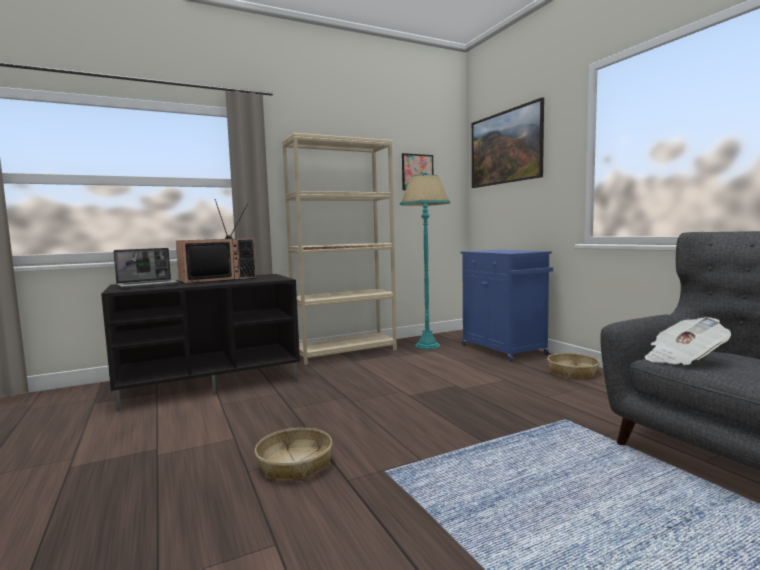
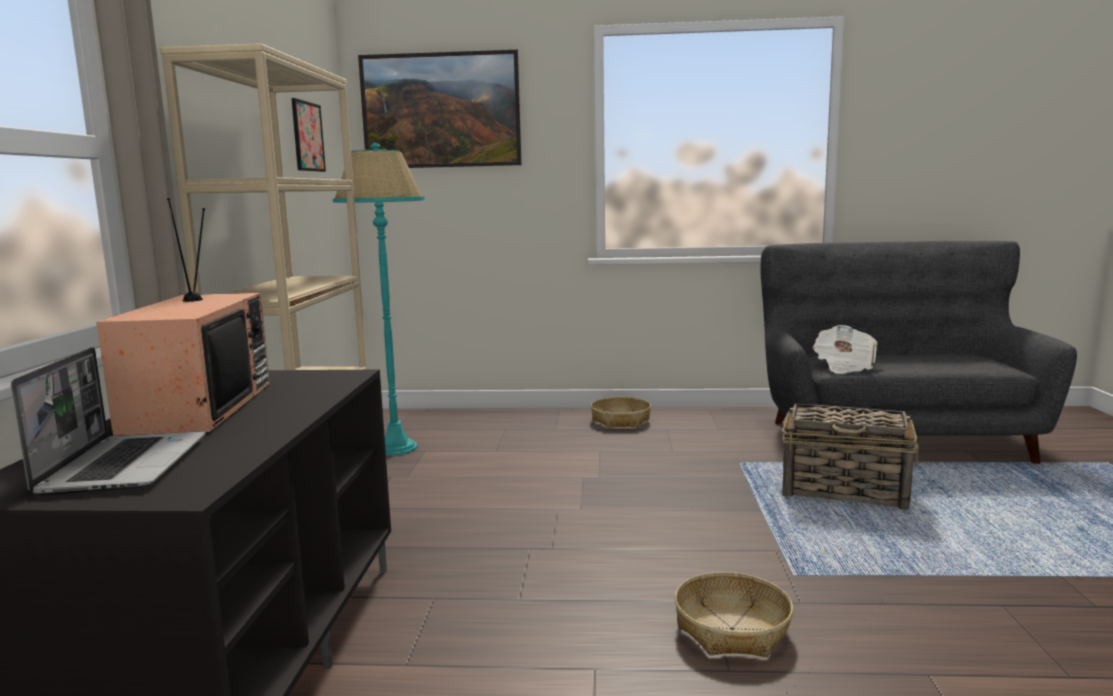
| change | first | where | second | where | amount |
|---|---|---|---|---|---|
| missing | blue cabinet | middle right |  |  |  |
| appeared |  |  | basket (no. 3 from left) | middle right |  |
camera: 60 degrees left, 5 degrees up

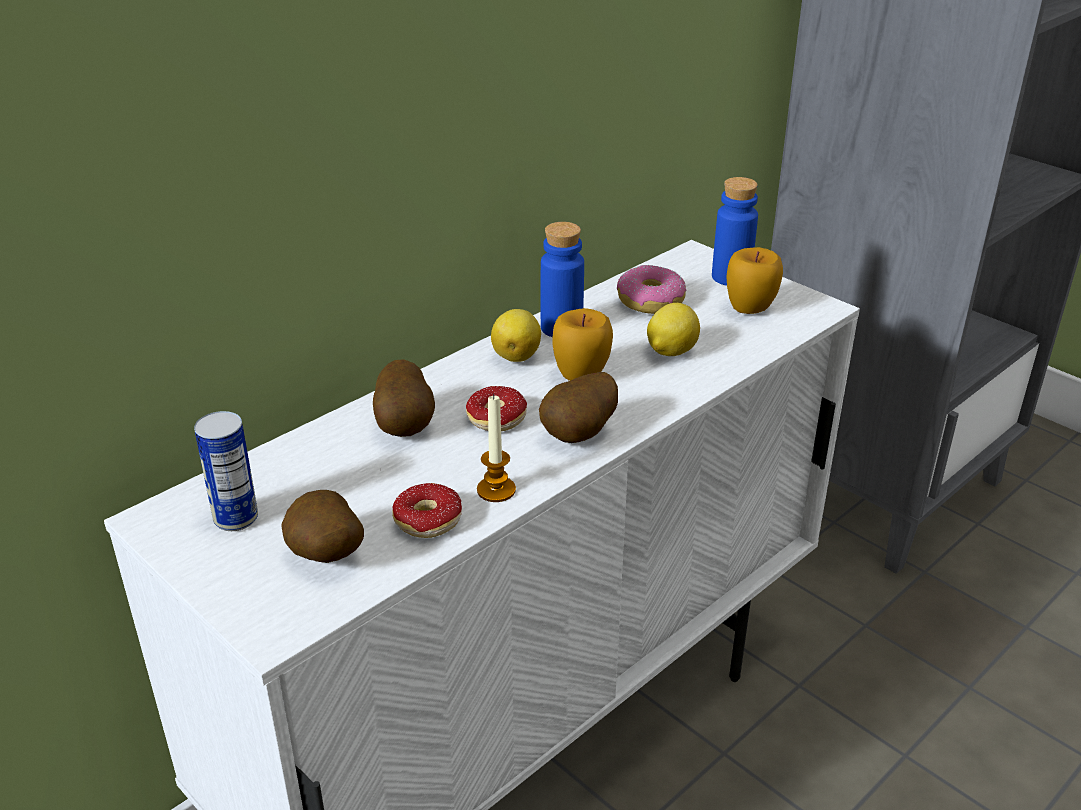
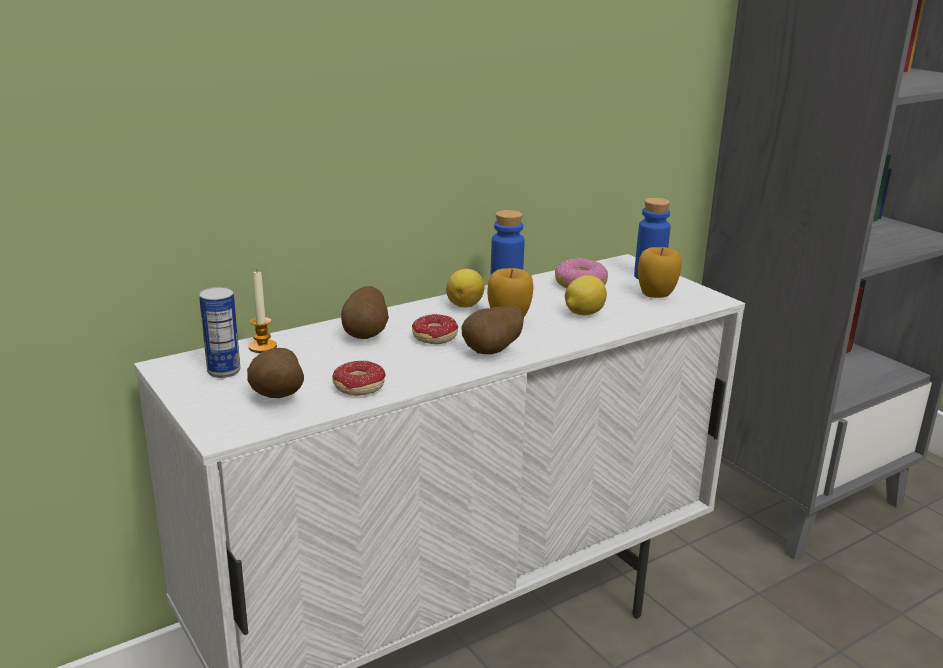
| change | first | where | second | where | amount |
|---|---|---|---|---|---|
| relocated | candle | centre |  | middle left |  |
camera: 10 degrees right, 10 degrees down

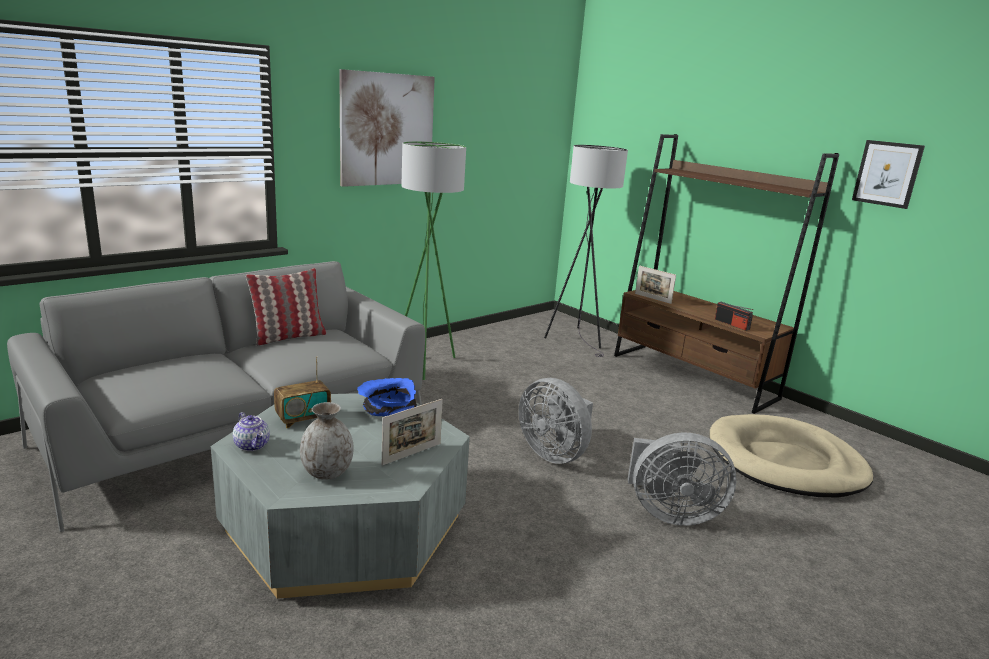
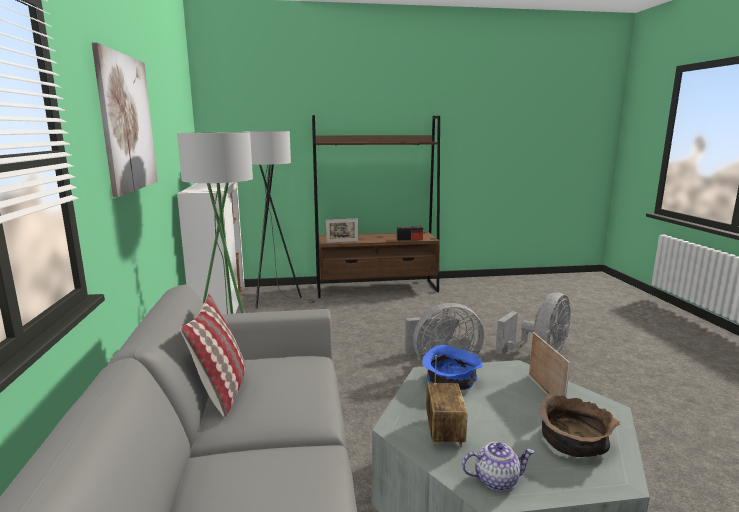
| change | first | where | second | where | amount |
|---|---|---|---|---|---|
| missing | picture (no. 2 from left) | top right |  |  |  |
| exchanged | grey vase | bottom left | brown bowl | bottom right |  |
| missing | beige dog bed | bottom right |  |  |  |
| appeared |  |  | white cabinet | middle left |  |
camera: 55 degrees left, 5 degrees down

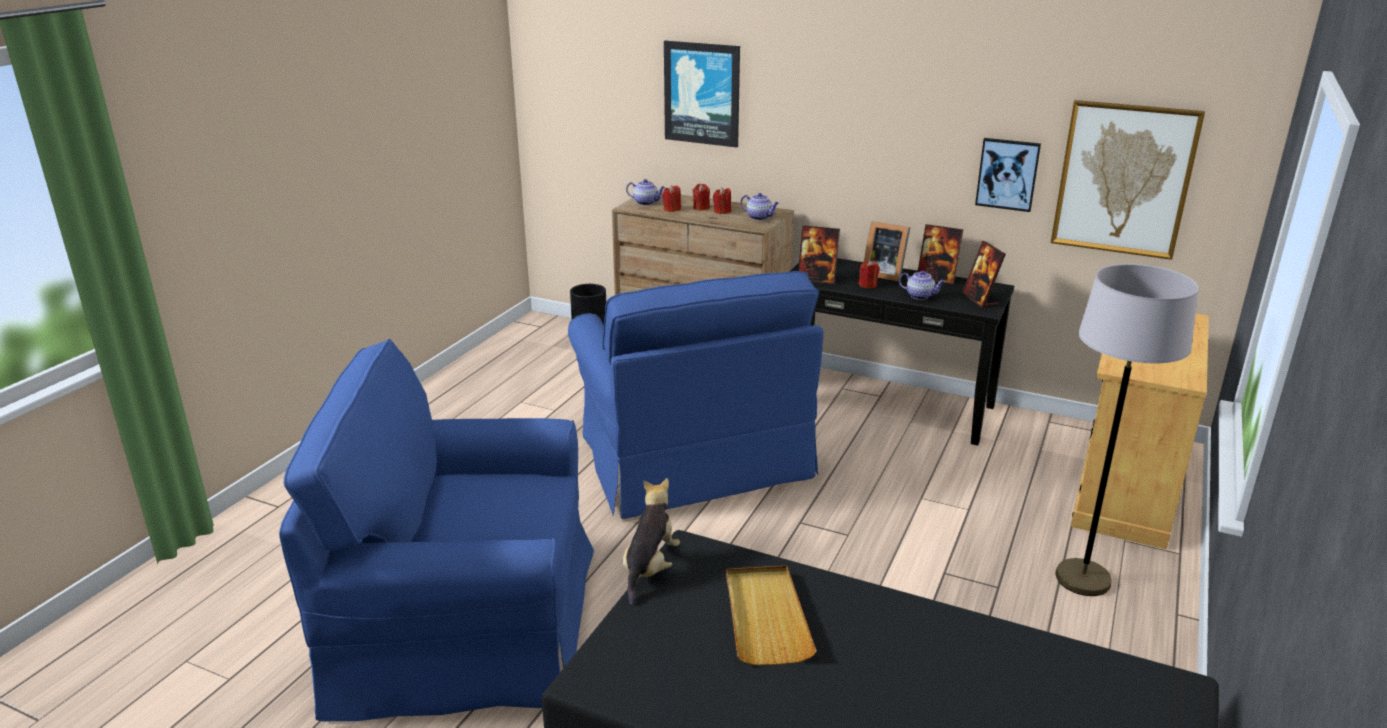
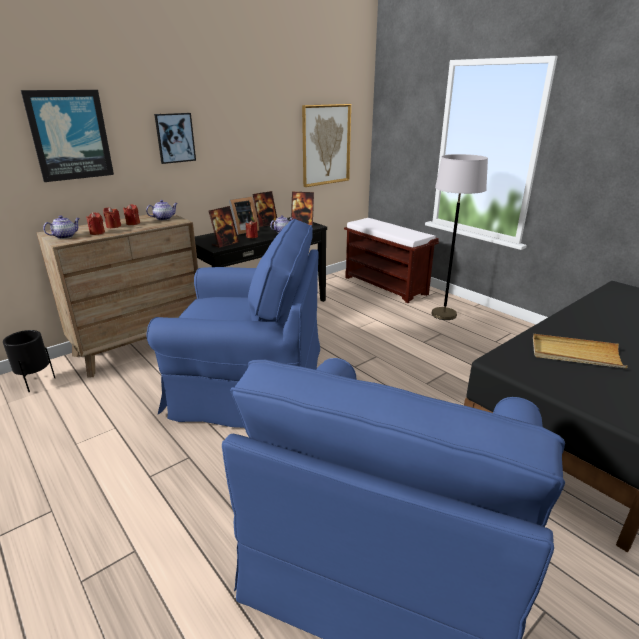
| change | first | where | second | where | amount |
|---|---|---|---|---|---|
| relocated | picture (no. 2 from left) | top right |  | top left |  |
| exchanged | beige cabinet | middle right | brown bench | centre |  |
| missing | plush toy | bottom centre |  |  |  |
camera: 65 degrees left, 0 degrees up

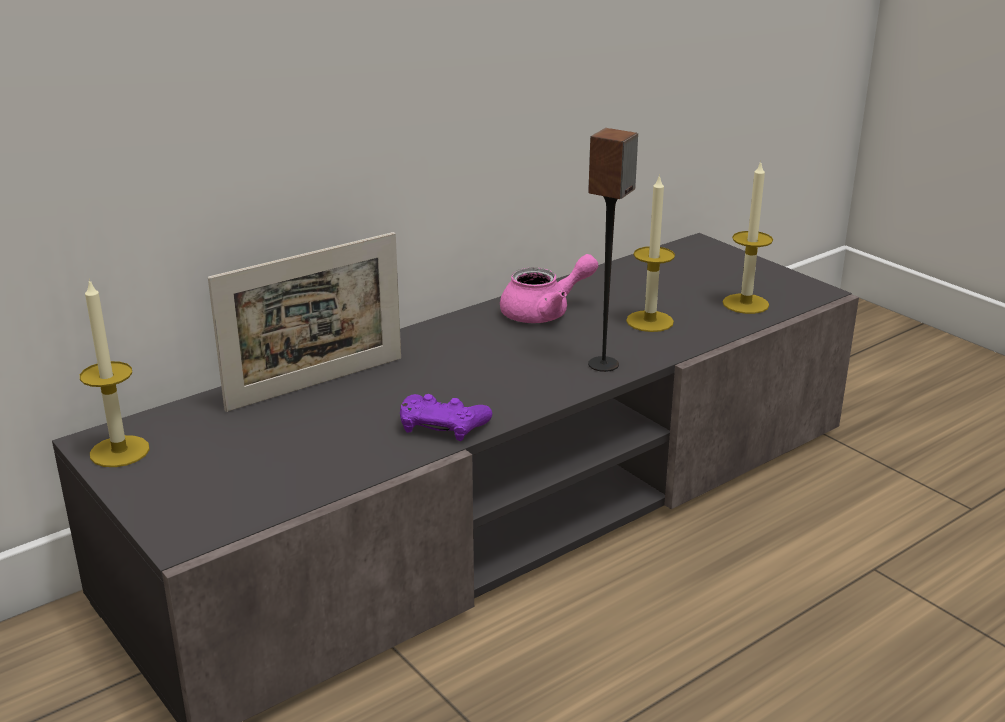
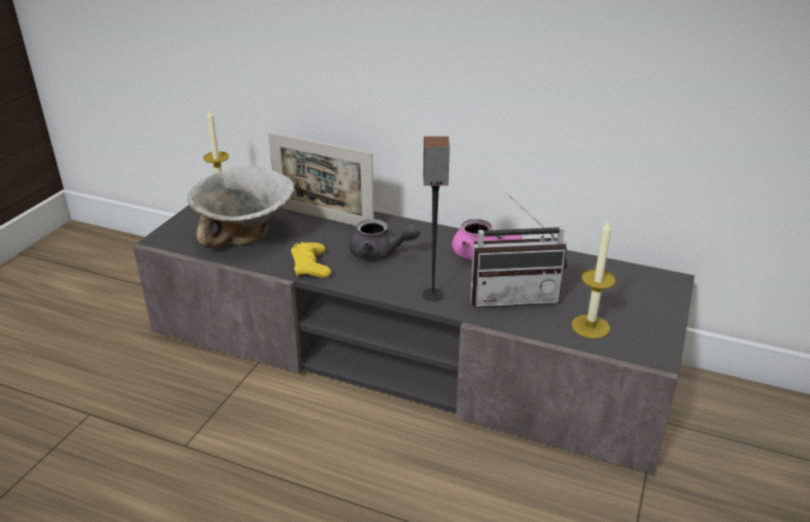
| change | first | where | second | where | amount |
|---|---|---|---|---|---|
| exchanged | candle (no. 2 from left) | centre | radio | centre |  |
| colour | purple game controller | centre | yellow game controller | centre |  |
| appeared |  |  | bowl | middle left |  |
| appeared |  |  | grey teapot | centre |  |
camera: 60 degrees right, 5 degrees up

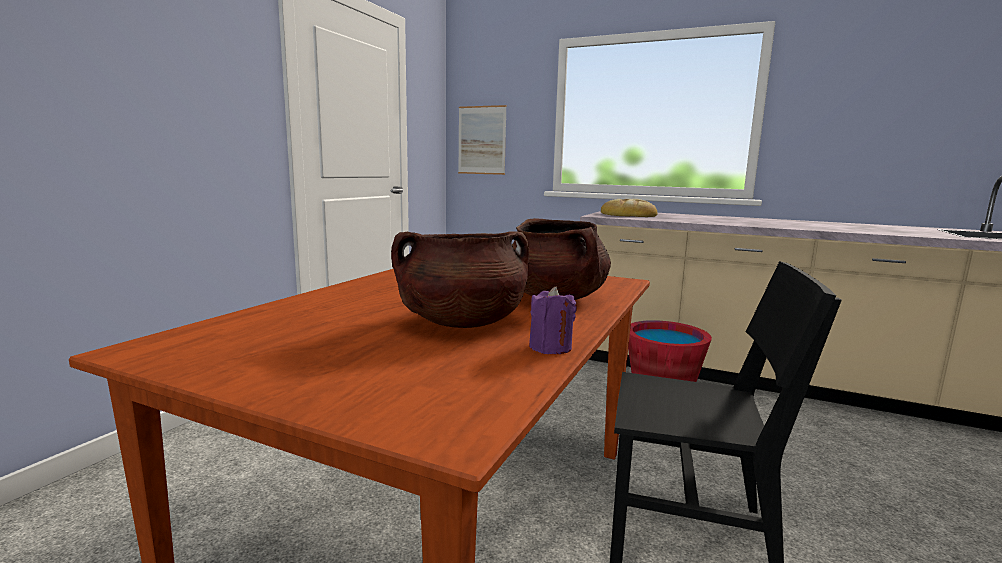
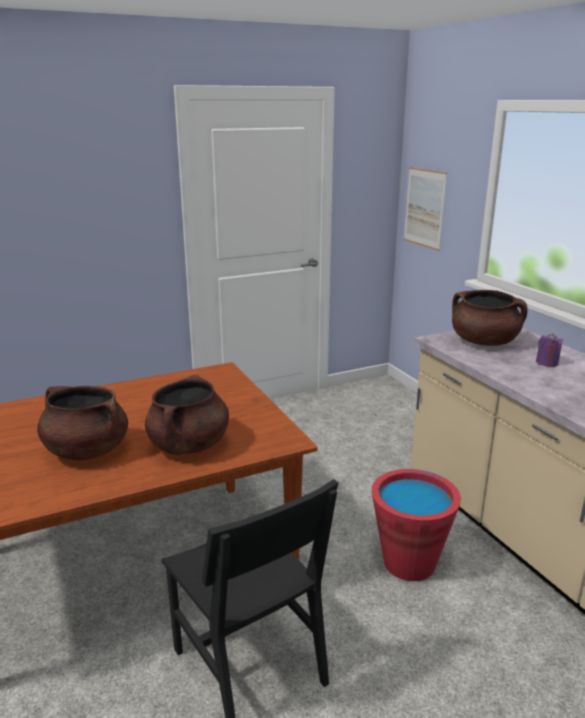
| change | first | where | second | where | amount |
|---|---|---|---|---|---|
| exchanged | bread | centre | brown cooking pot (no. 3 from left) | middle right |  |
| relocated | purple candle | centre |  | middle right |  |
camera: 40 degrees right, 10 degrees up

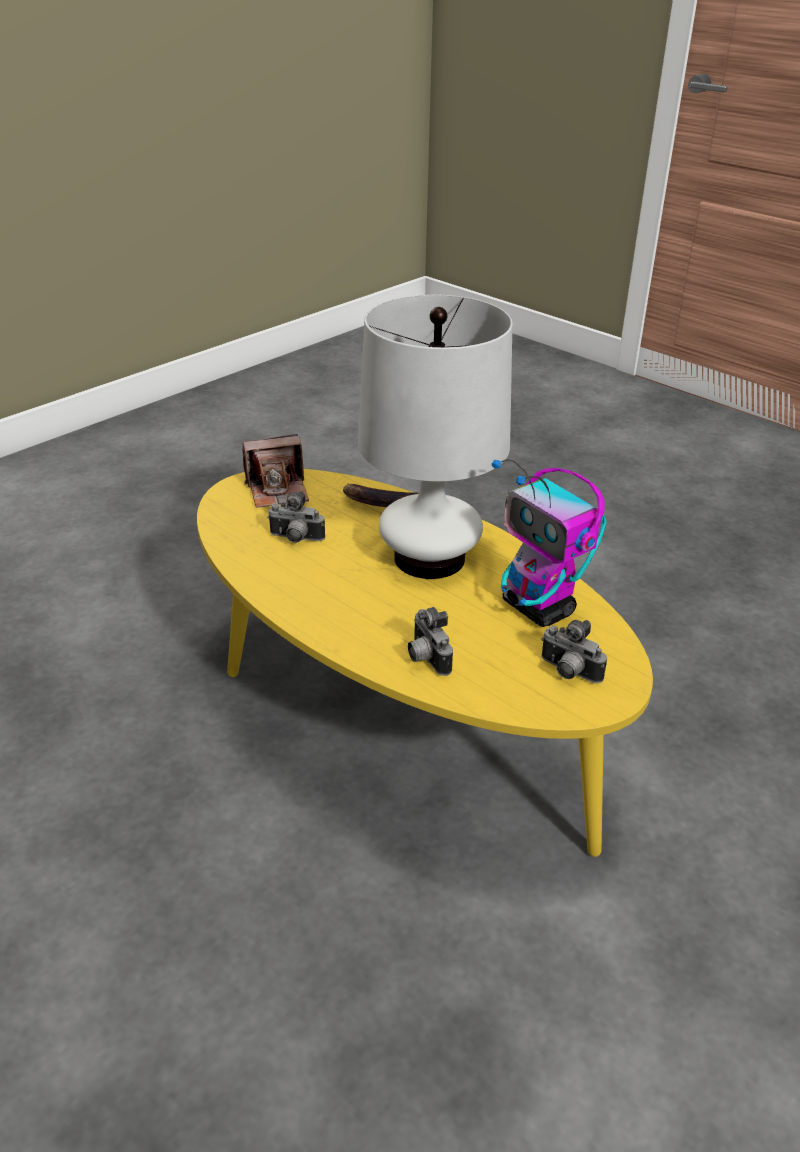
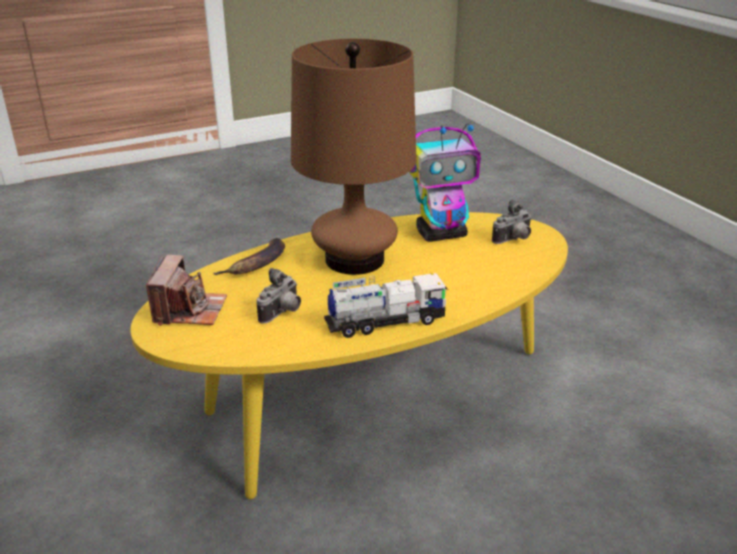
| change | first | where | second | where | amount |
|---|---|---|---|---|---|
| colour | white table lamp | centre | brown table lamp | top centre |  |
| missing | photo camera (no. 3 from left) | centre |  |  |  |
| appeared |  |  | toy truck | centre |  |
camera: 70 degrees left, 5 degrees down

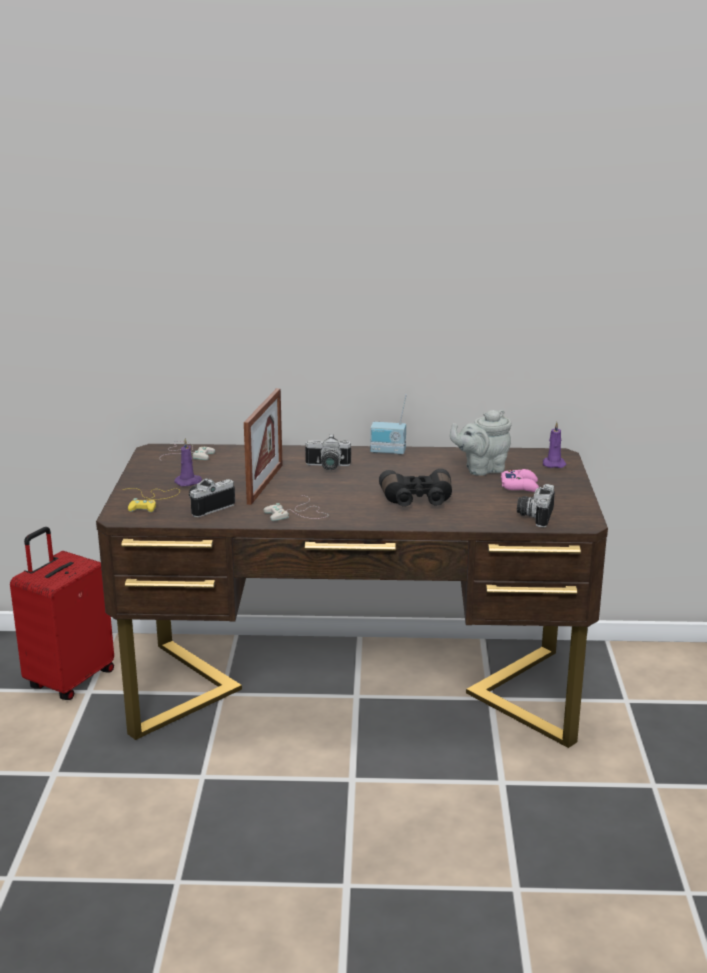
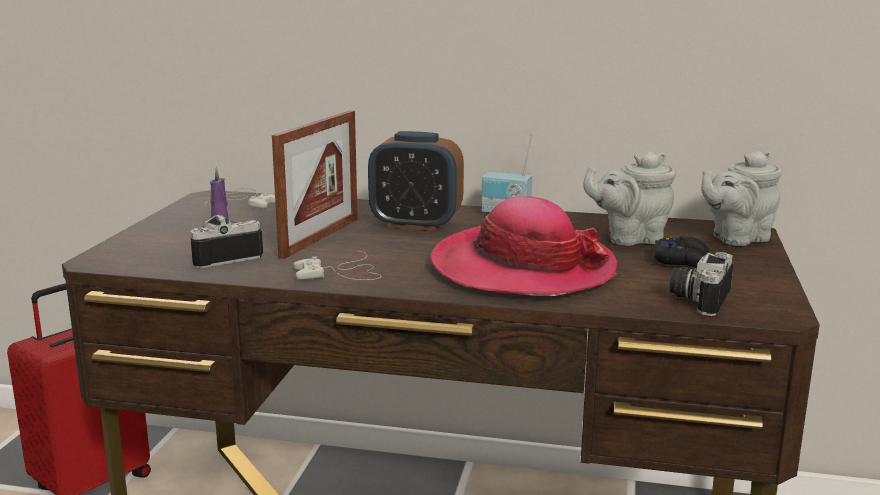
| change | first | where | second | where | amount |
|---|---|---|---|---|---|
| exchanged | purple candle (no. 2 from left) | middle right | grey teapot (no. 2 from left) | middle right |  |
| exchanged | photo camera (no. 2 from left) | centre | alarm clock | centre |  |
| exchanged | black binoculars | centre | hat | centre |  |
| colour | pink game controller | middle right | black game controller | middle right |  |
| missing | yellow game controller | middle left |  |  |  |
camera: 10 degrees right, 5 degrees down

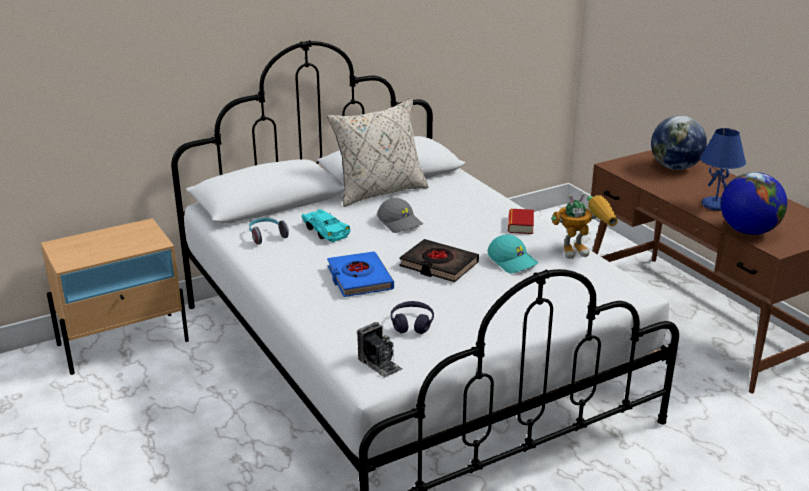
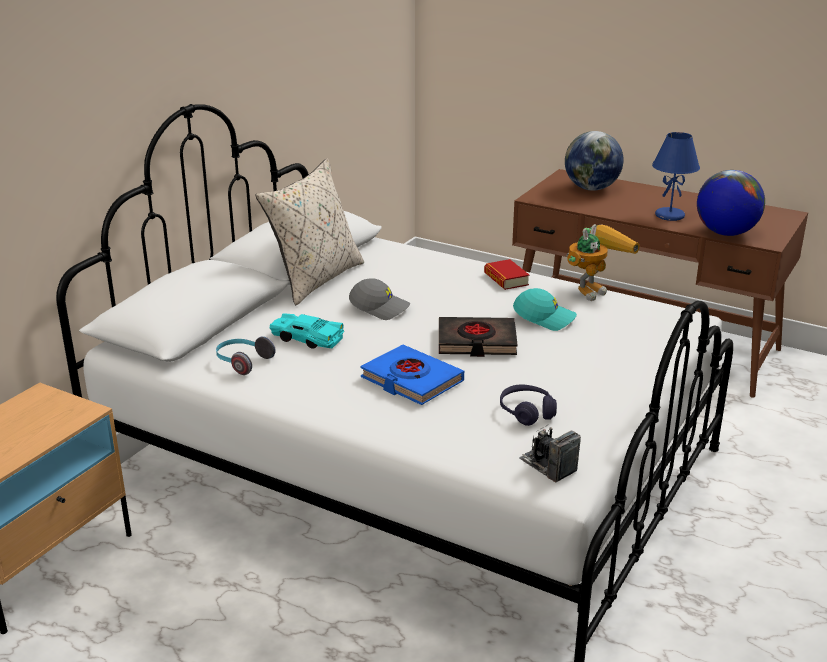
| change | first | where | second | where | amount |
|---|---|---|---|---|---|
| spun | photo camera | bottom centre |  | bottom centre | 150 degrees counterclockwise |
camera: 30 degrees left, 0 degrees up

